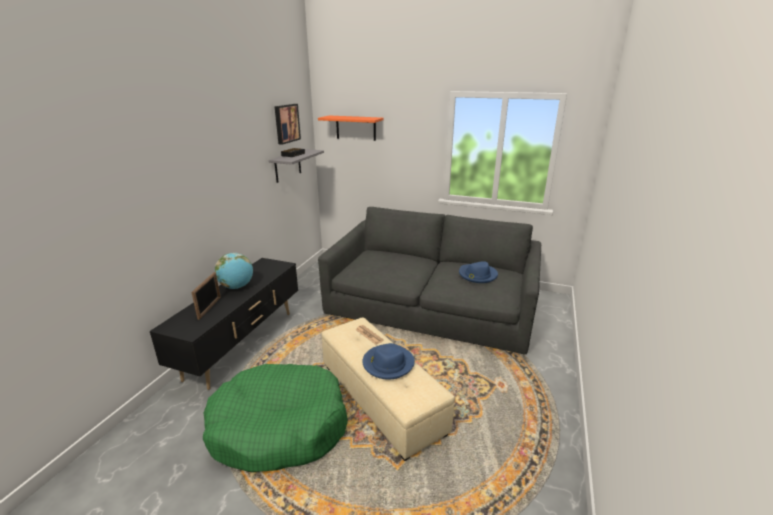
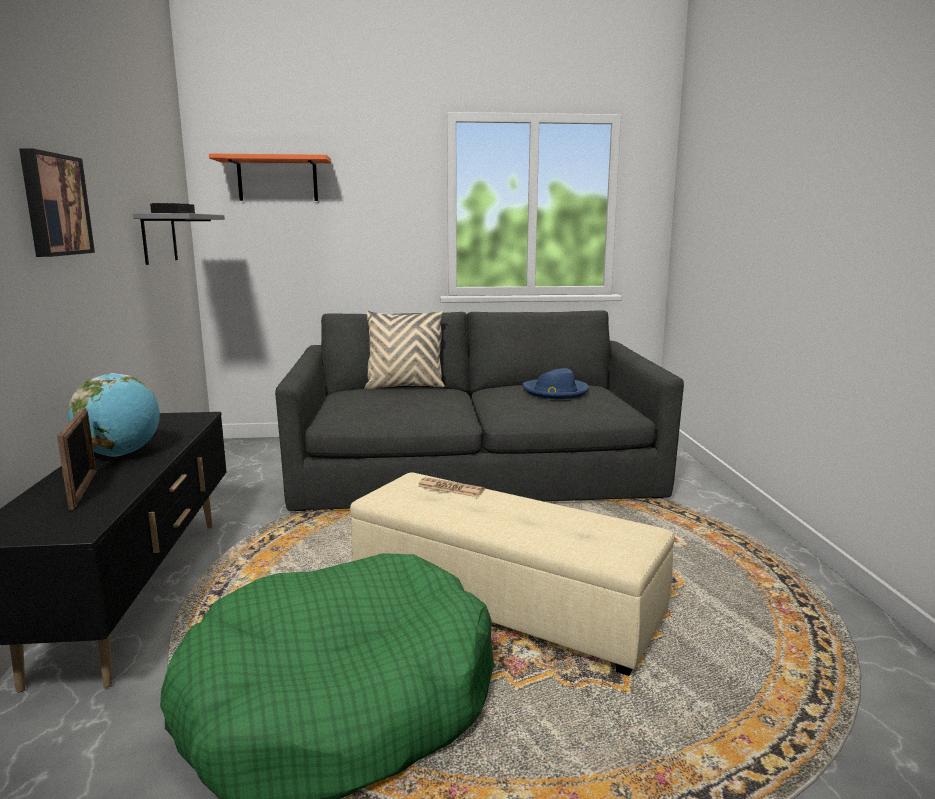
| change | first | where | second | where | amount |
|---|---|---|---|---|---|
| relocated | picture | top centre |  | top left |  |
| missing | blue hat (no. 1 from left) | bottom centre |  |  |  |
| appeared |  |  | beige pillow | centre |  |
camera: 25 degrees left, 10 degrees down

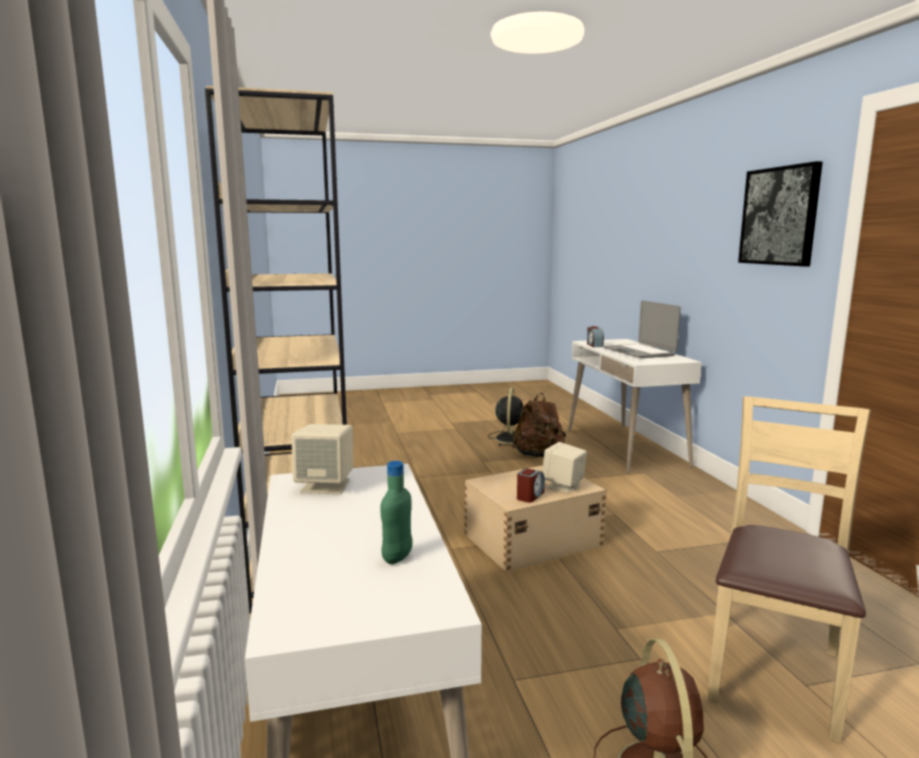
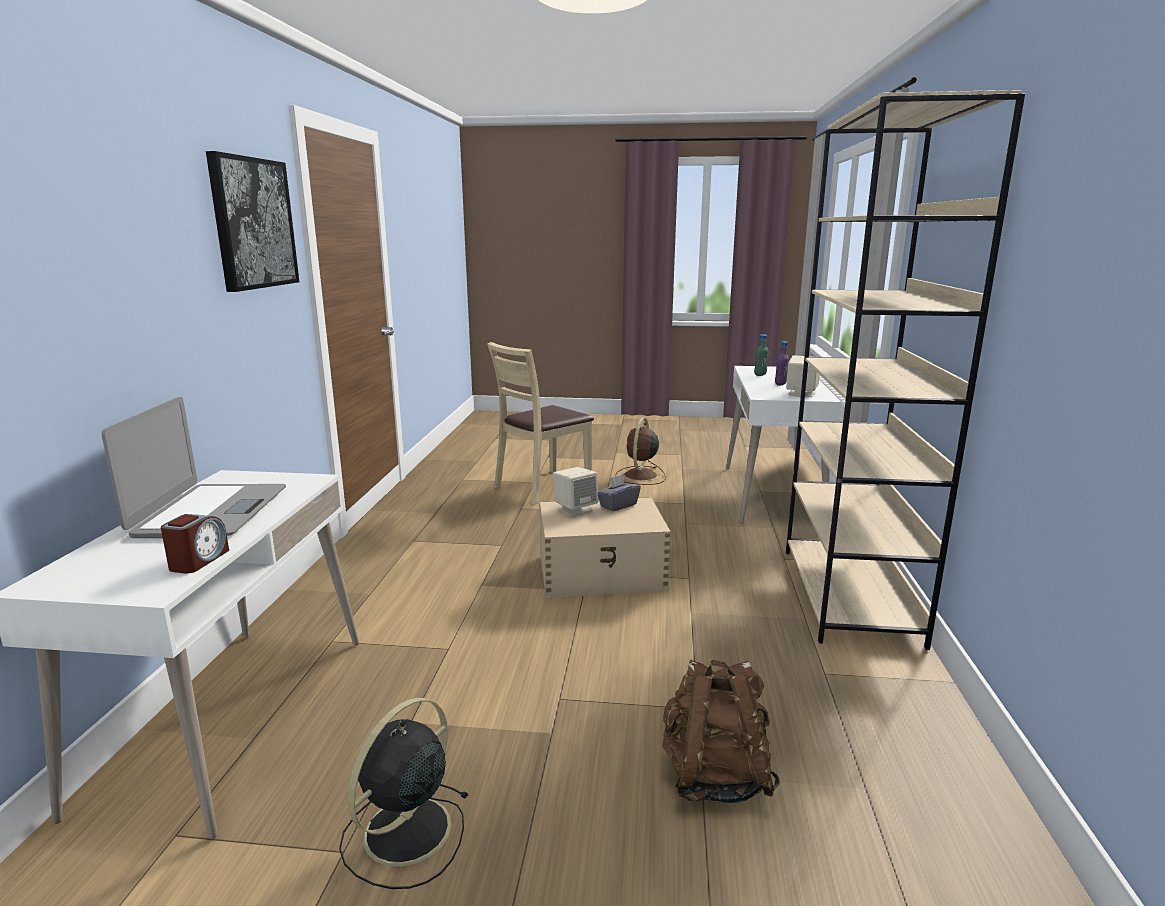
| change | first | where | second | where | amount |
|---|---|---|---|---|---|
| relocated | brown backpack | centre |  | bottom centre |  |
| exchanged | alarm clock (no. 1 from left) | centre | grey tissue box | centre |  |
| appeared |  |  | purple bottle | middle right |  |
camera: 160 degrees left, 5 degrees up

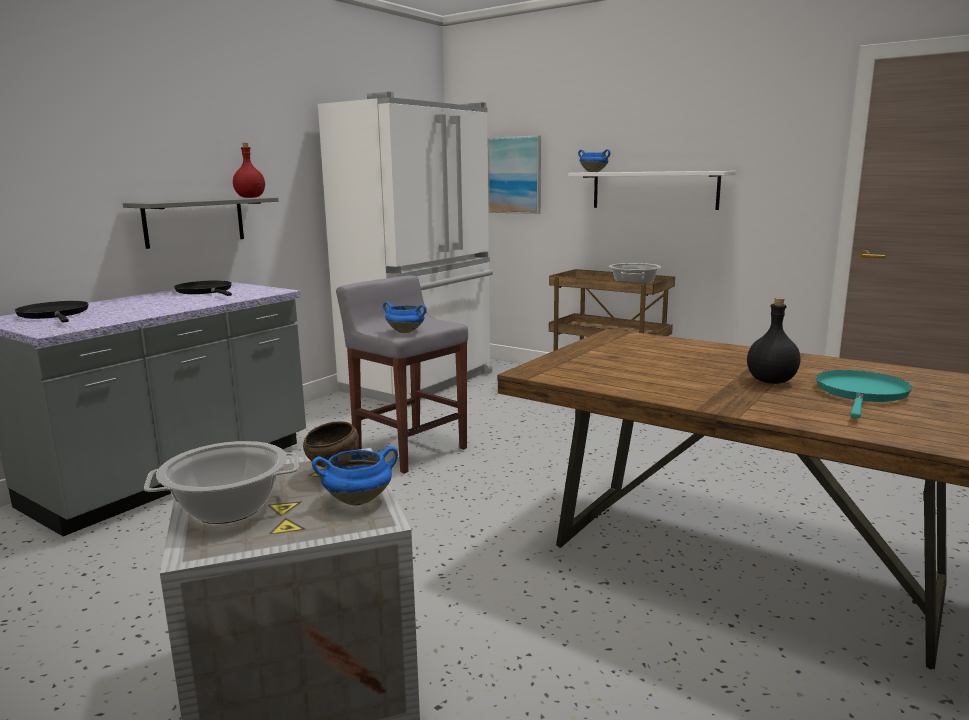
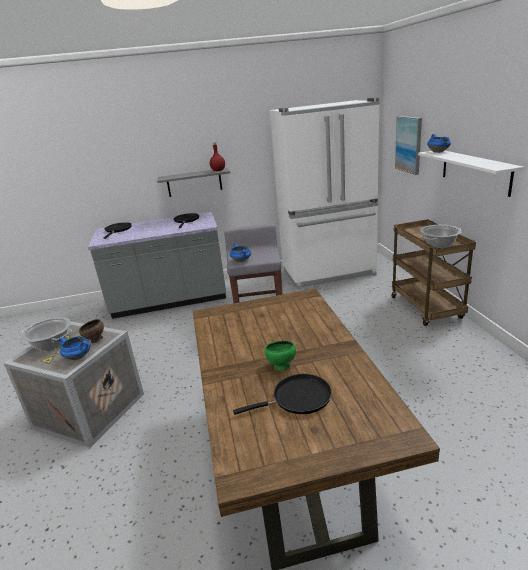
| change | first | where | second | where | amount |
|---|---|---|---|---|---|
| exchanged | black bottle | middle right | green bowl | centre |  |
| colour | turquoise frying pan | middle right | black frying pan (no. 3 from left) | bottom centre |  |
camera: 45 degrees right, 10 degrees up

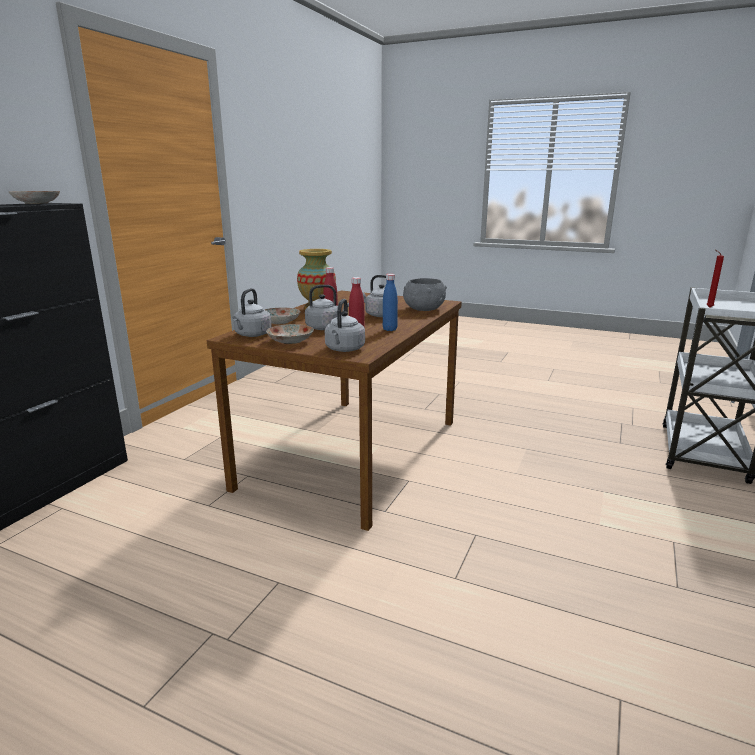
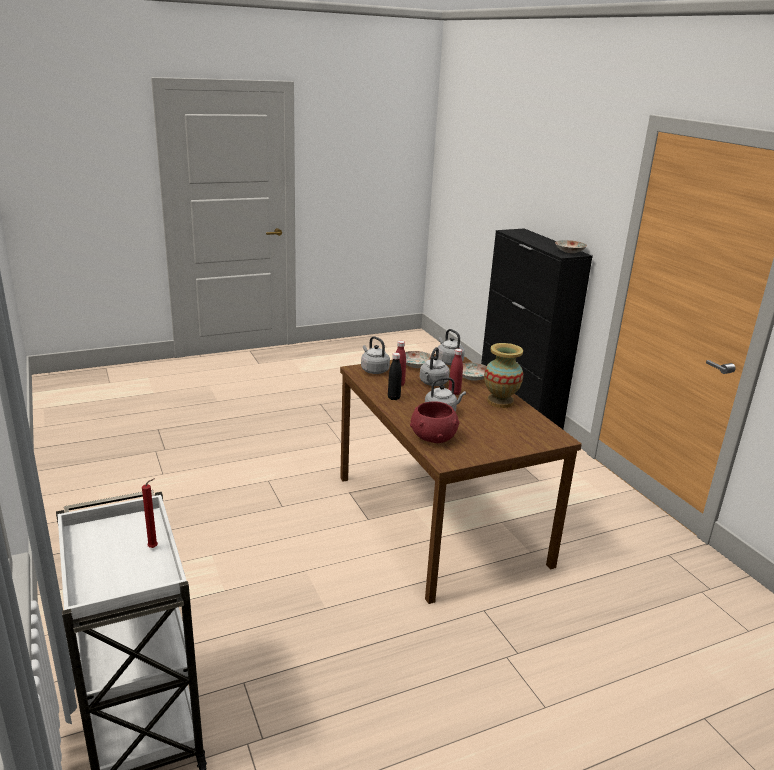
| change | first | where | second | where | amount |
|---|---|---|---|---|---|
| colour | blue bottle | centre | black bottle | centre |  |
| colour | grey bowl | centre | red bowl | centre |  |
camera: 130 degrees right, 5 degrees up

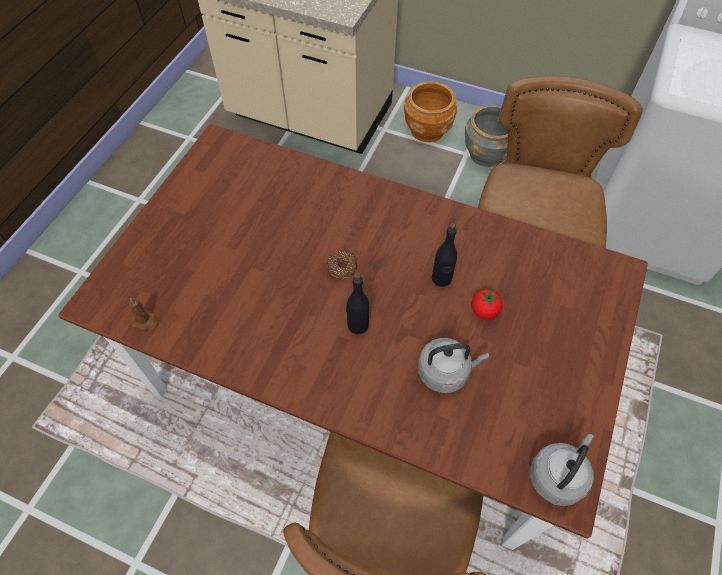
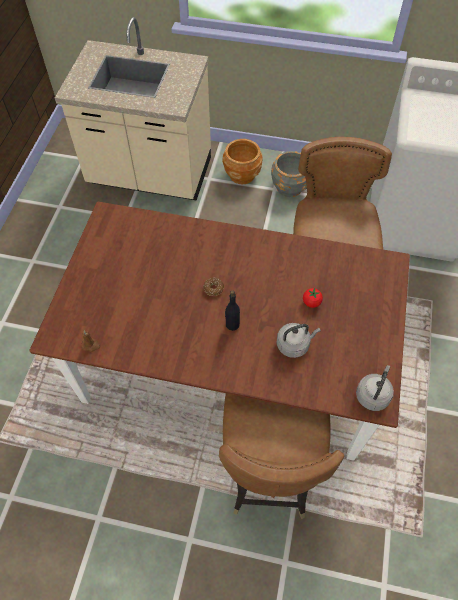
| change | first | where | second | where | amount |
|---|---|---|---|---|---|
| missing | black bottle (no. 2 from left) | centre |  |  |  |
camera: 10 degrees left, 0 degrees up

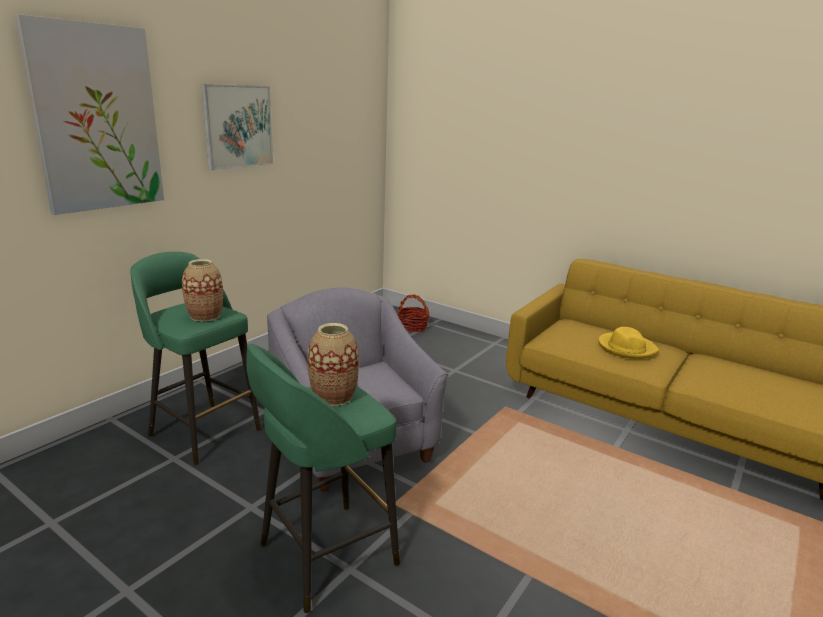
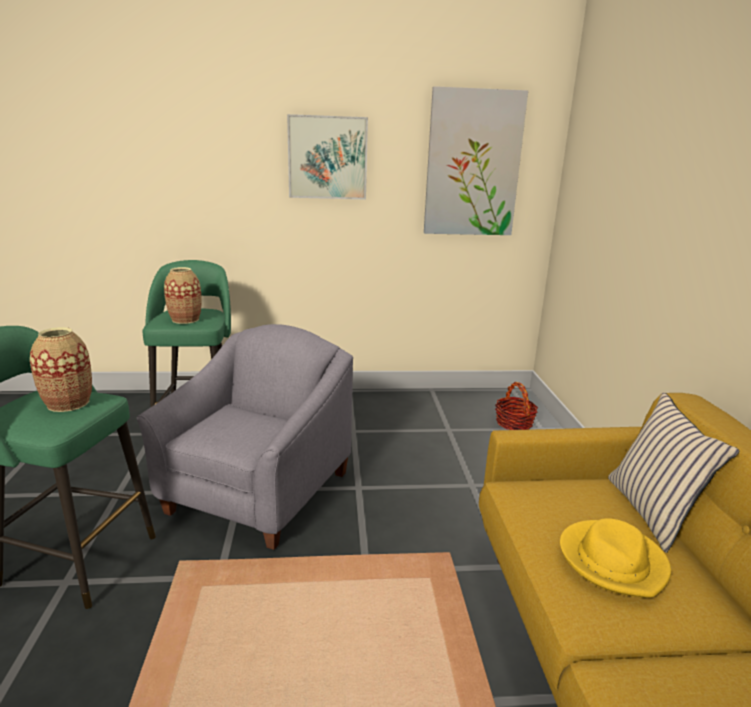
| change | first | where | second | where | amount |
|---|---|---|---|---|---|
| relocated | picture (no. 1 from left in the first image) | top left | picture (no. 2 from left) | top centre |  |
| appeared |  |  | beige pillow | bottom right |  |
camera: 50 degrees right, 0 degrees up

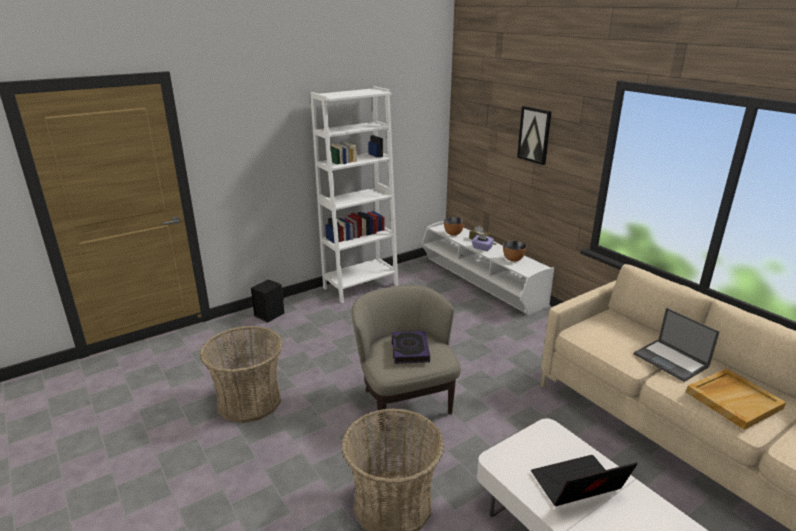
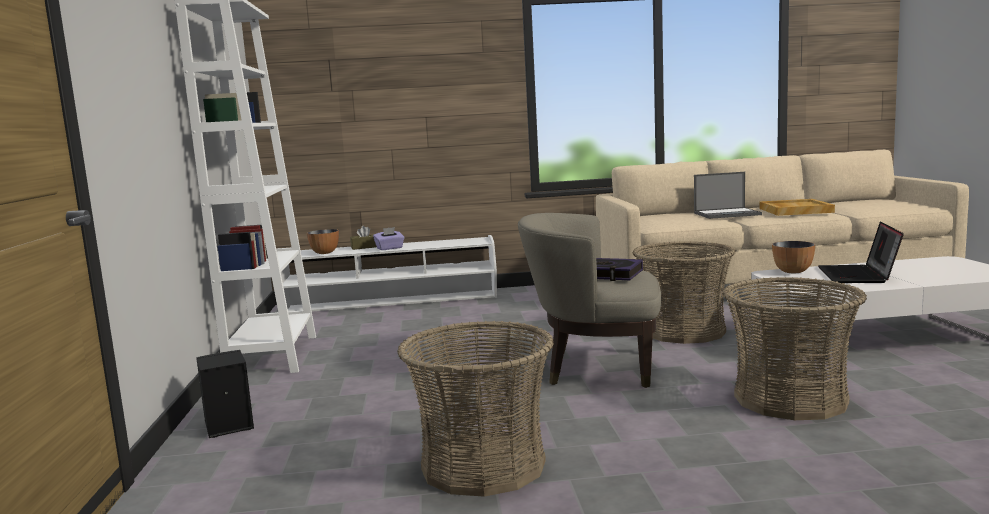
| change | first | where | second | where | amount |
|---|---|---|---|---|---|
| missing | picture | top right |  |  |  |
| relocated | bowl (no. 2 from left) | centre |  | middle right |  |
| appeared |  |  | basket (no. 2 from left) | middle right |  |
camera: 60 degrees left, 15 degrees down

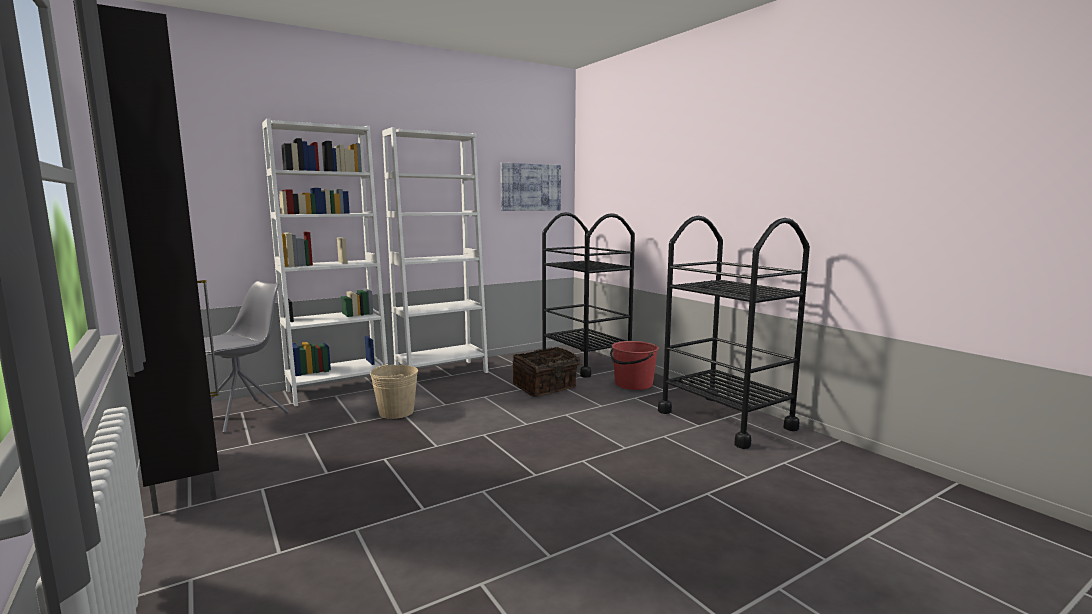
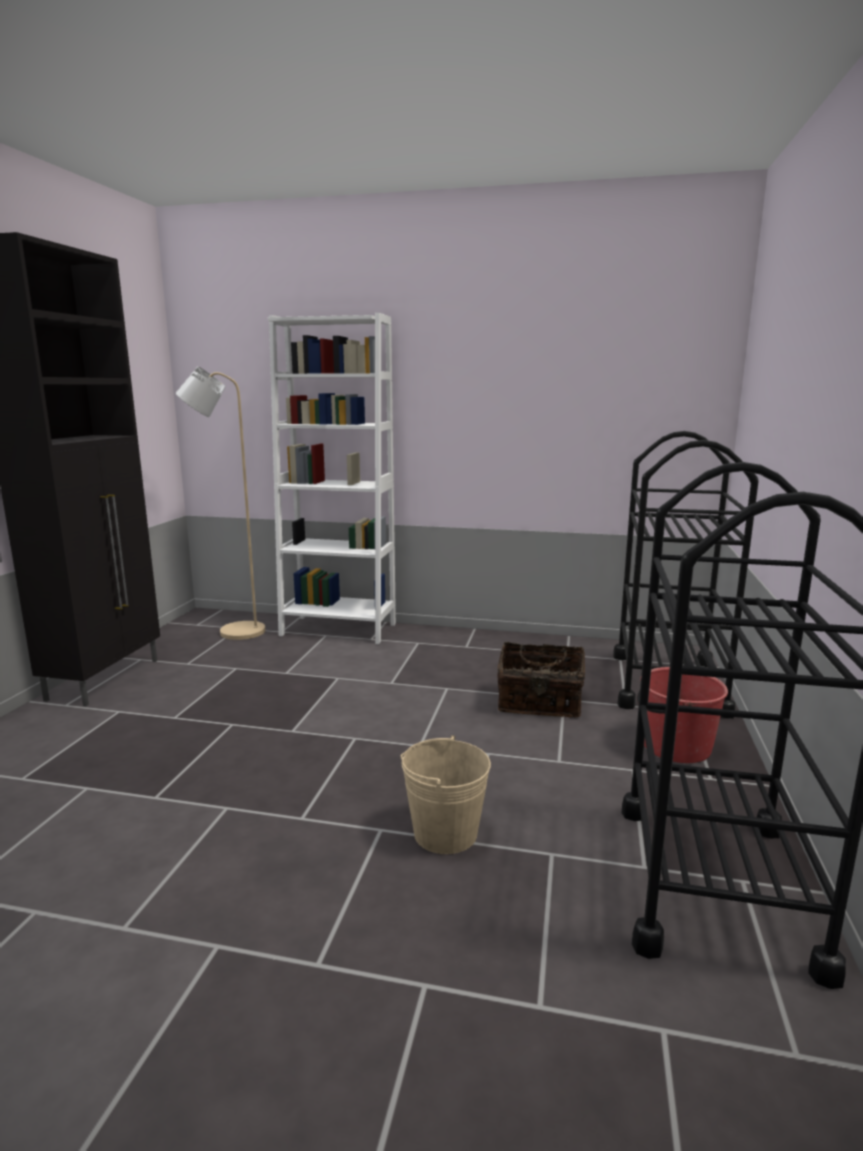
| change | first | where | second | where | amount |
|---|---|---|---|---|---|
| missing | white bookcase (no. 2 from left) | centre |  |  |  |
| missing | picture | top centre |  |  |  |
| exchanged | grey chair | middle left | beige floor lamp | middle left |  |
| relocated | beige bucket | centre |  | bottom centre |  |
camera: 45 degrees right, 5 degrees up

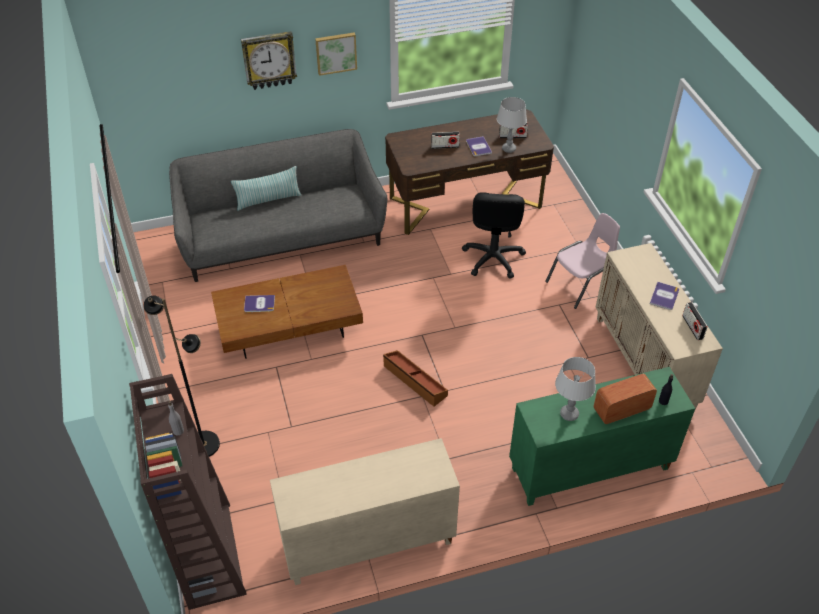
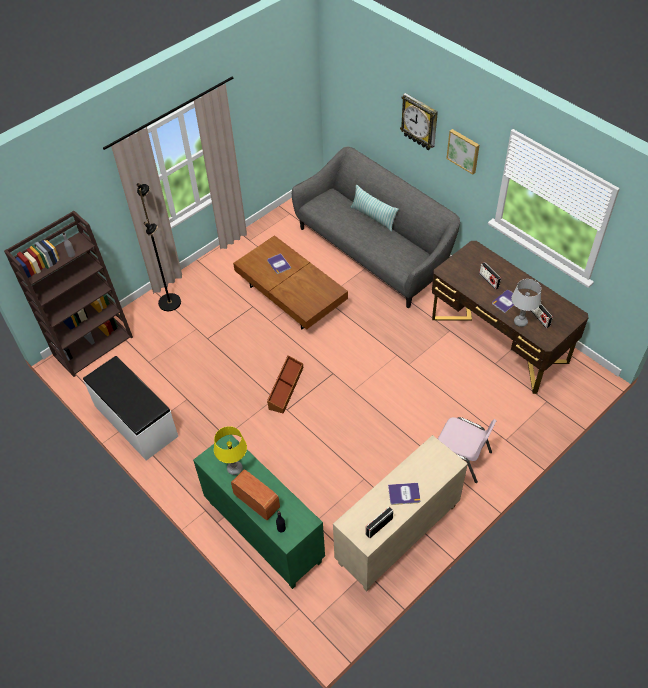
| change | first | where | second | where | amount |
|---|---|---|---|---|---|
| missing | black office chair | centre |  |  |  |
| colour | grey table lamp (no. 2 from left) | middle right | yellow table lamp | centre |  |
| exchanged | beige cabinet (no. 1 from left) | bottom centre | white bench | middle left |  |
camera: 65 degrees right, 5 degrees up

